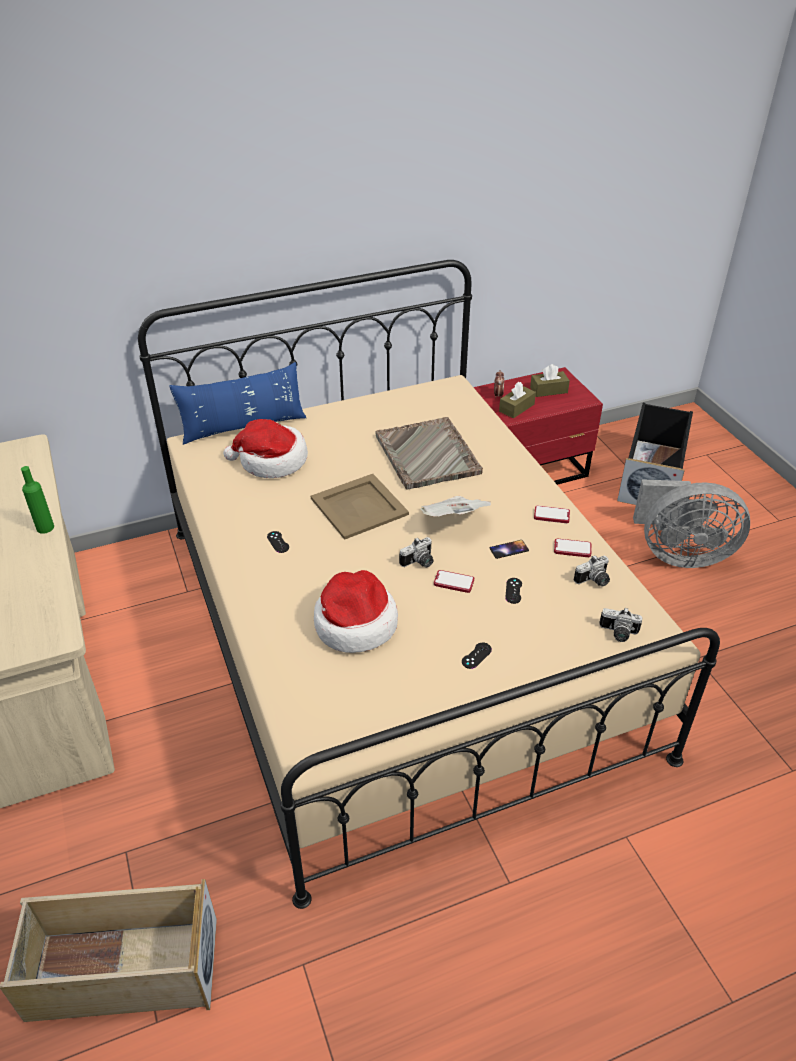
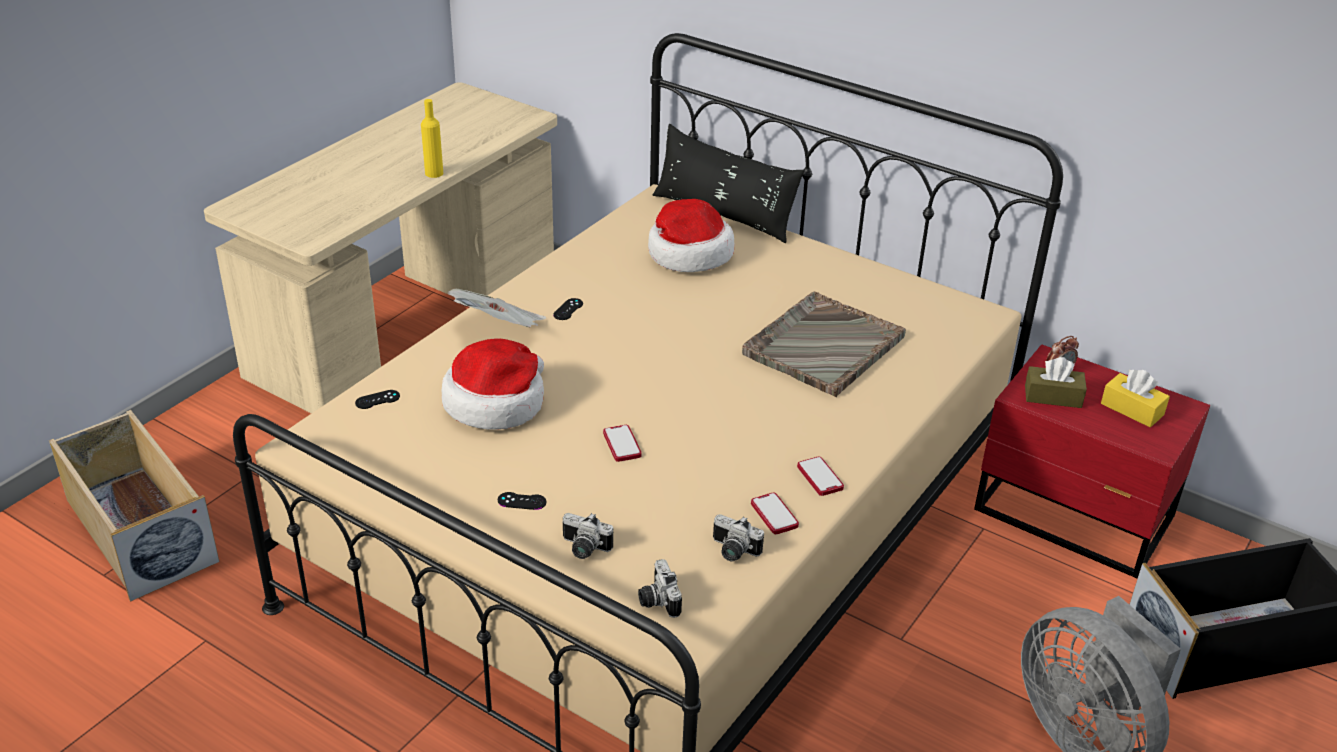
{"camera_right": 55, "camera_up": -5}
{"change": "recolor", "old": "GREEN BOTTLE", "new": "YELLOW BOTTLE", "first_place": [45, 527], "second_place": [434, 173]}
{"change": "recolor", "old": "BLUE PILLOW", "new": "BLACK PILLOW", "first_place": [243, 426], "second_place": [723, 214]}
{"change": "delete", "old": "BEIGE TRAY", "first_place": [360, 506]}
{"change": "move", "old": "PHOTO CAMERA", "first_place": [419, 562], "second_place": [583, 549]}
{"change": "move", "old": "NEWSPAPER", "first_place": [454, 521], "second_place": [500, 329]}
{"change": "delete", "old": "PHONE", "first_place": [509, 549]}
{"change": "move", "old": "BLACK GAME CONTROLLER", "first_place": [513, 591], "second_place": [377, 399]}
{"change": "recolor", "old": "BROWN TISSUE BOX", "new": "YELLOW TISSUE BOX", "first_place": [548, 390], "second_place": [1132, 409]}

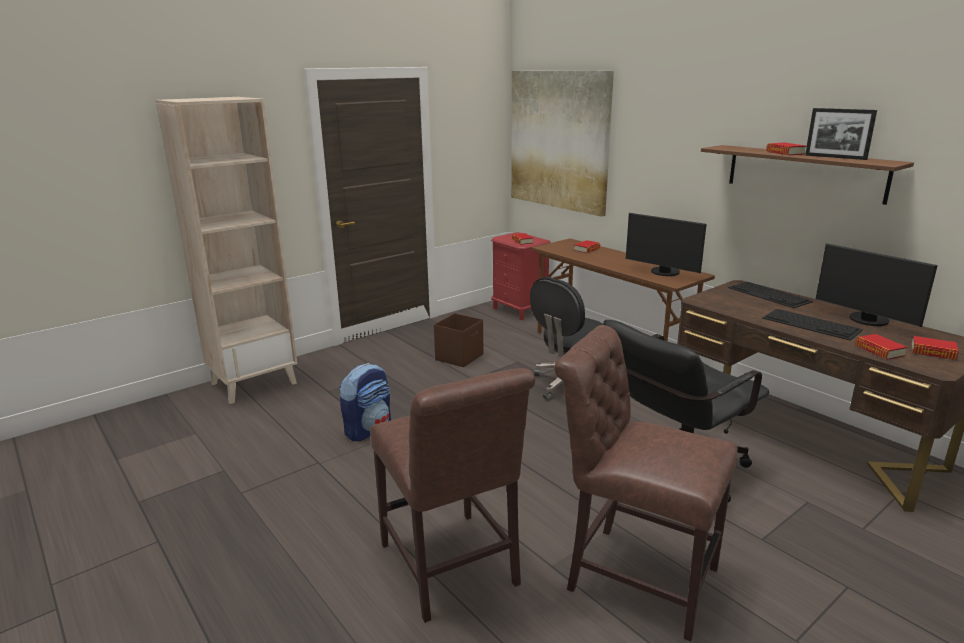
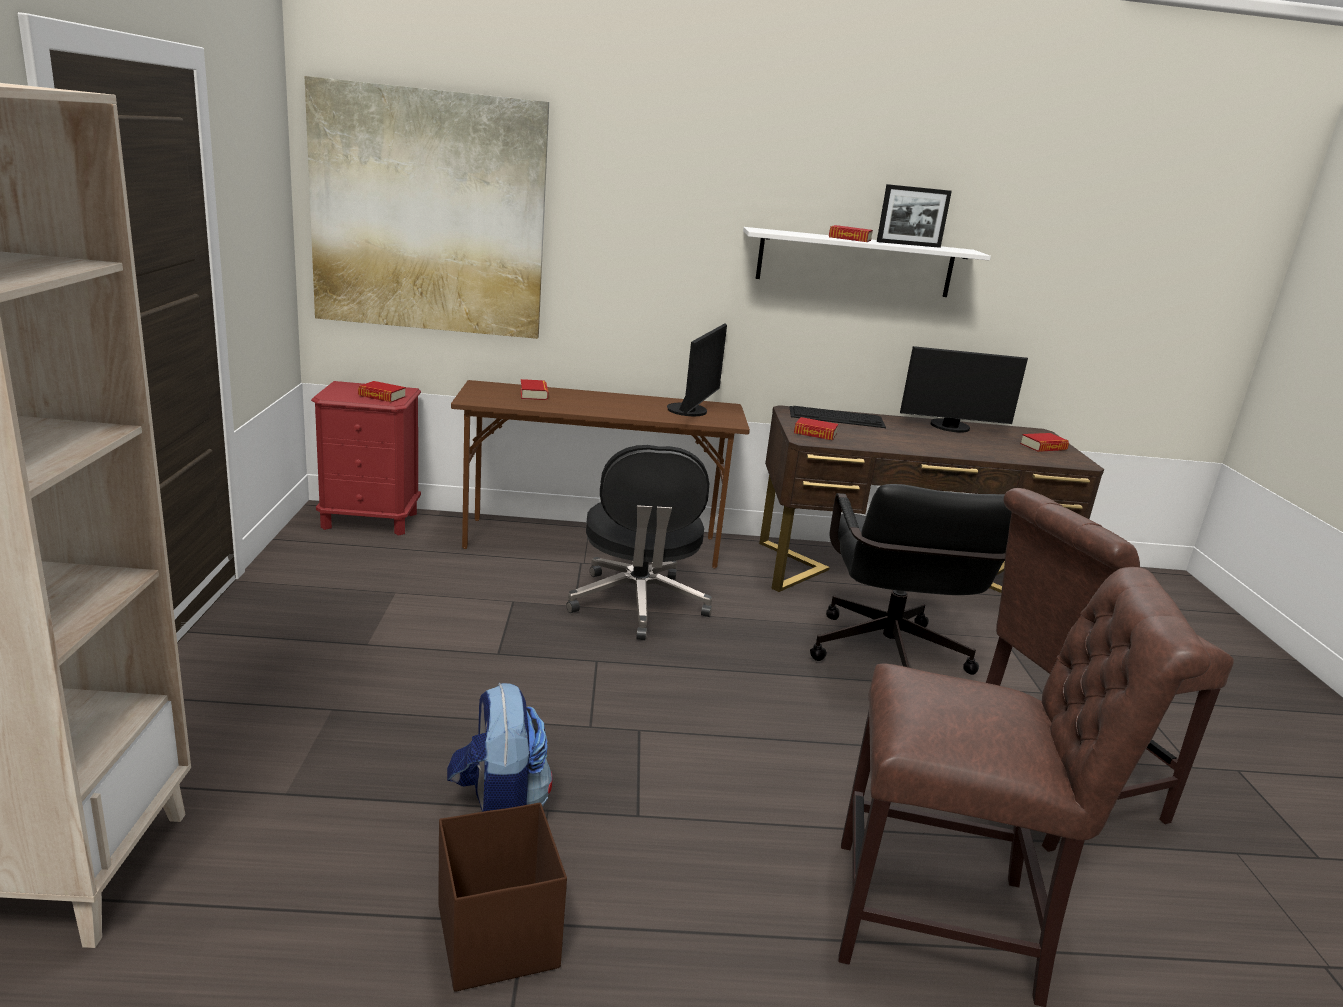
{"camera_right": -55, "camera_up": 0}
{"change": "move", "old": "BROWN STORAGE BOX", "first_place": [460, 357], "second_place": [498, 935]}
{"change": "rotate", "old": "MONITOR", "first_place": [663, 272], "second_place": [691, 411], "degrees": -60}
{"change": "recolor", "old": "BROWN SHELF", "new": "WHITE SHELF", "first_place": [804, 173], "second_place": [855, 263]}
{"change": "delete", "old": "KEYBOARD", "first_place": [812, 324]}
{"change": "move", "old": "BOOK", "first_place": [879, 351], "second_place": [815, 433]}

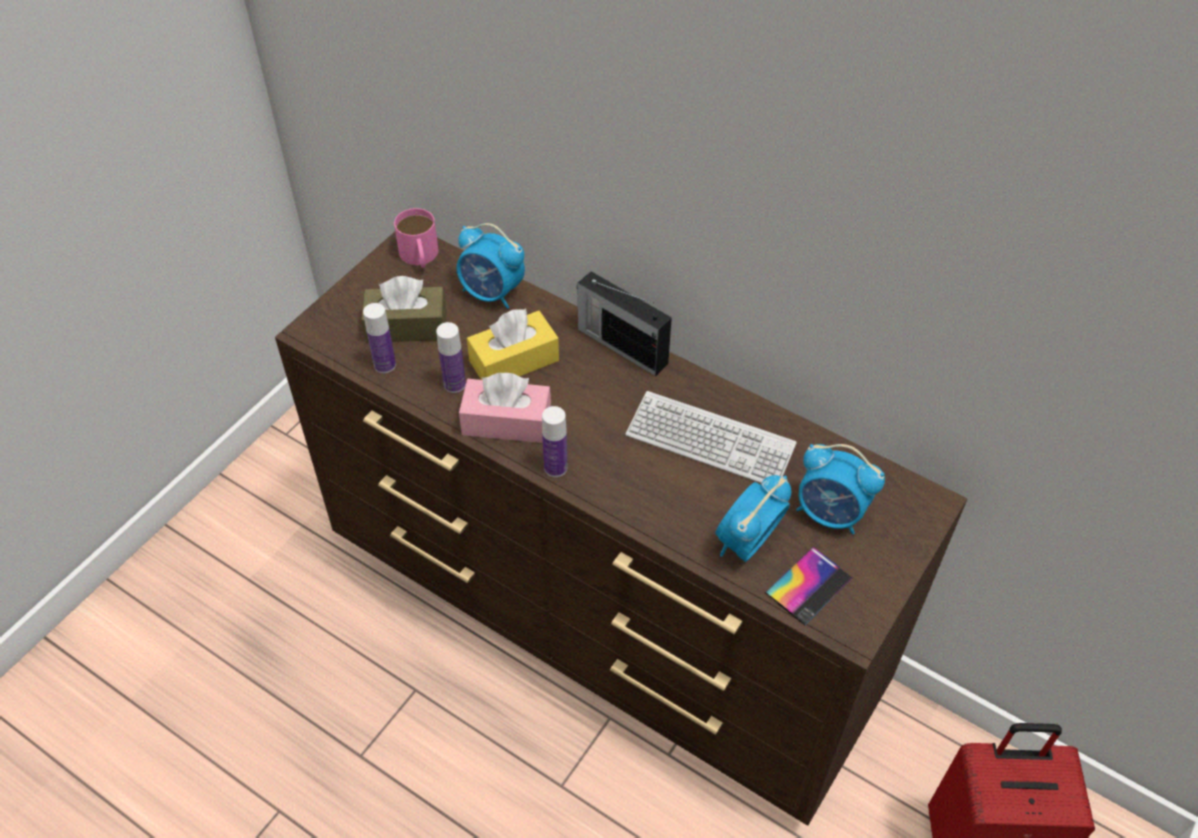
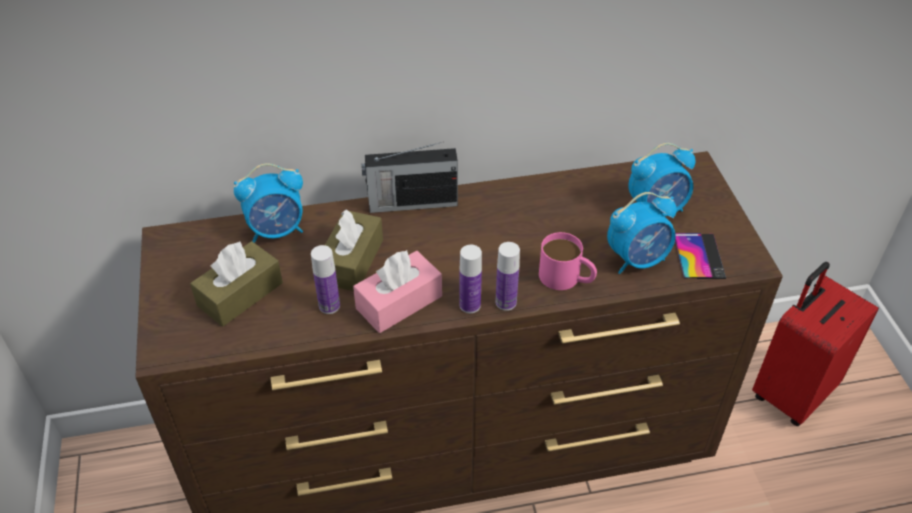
{"camera_right": -45, "camera_up": -5}
{"change": "move", "old": "BOTTLE", "first_place": [385, 365], "second_place": [506, 302]}
{"change": "move", "old": "PINK MUG", "first_place": [420, 257], "second_place": [566, 278]}
{"change": "recolor", "old": "YELLOW TISSUE BOX", "new": "BROWN TISSUE BOX", "first_place": [514, 361], "second_place": [352, 261]}
{"change": "delete", "old": "KEYBOARD", "first_place": [710, 441]}
{"change": "rotate", "old": "ALARM CLOCK", "first_place": [747, 543], "second_place": [637, 259], "degrees": -105}

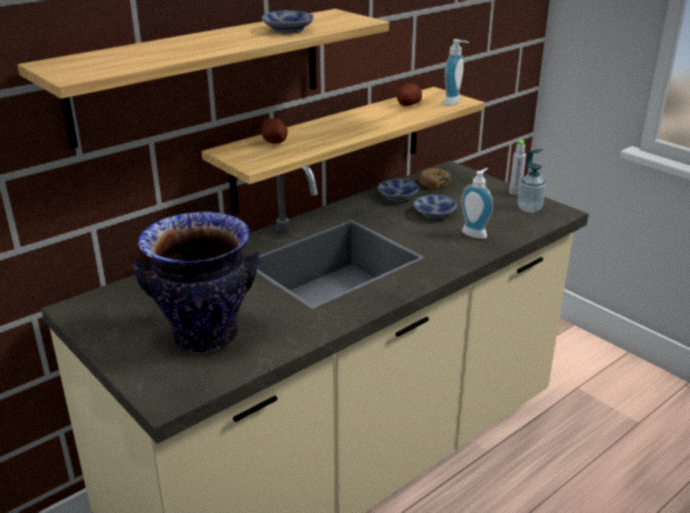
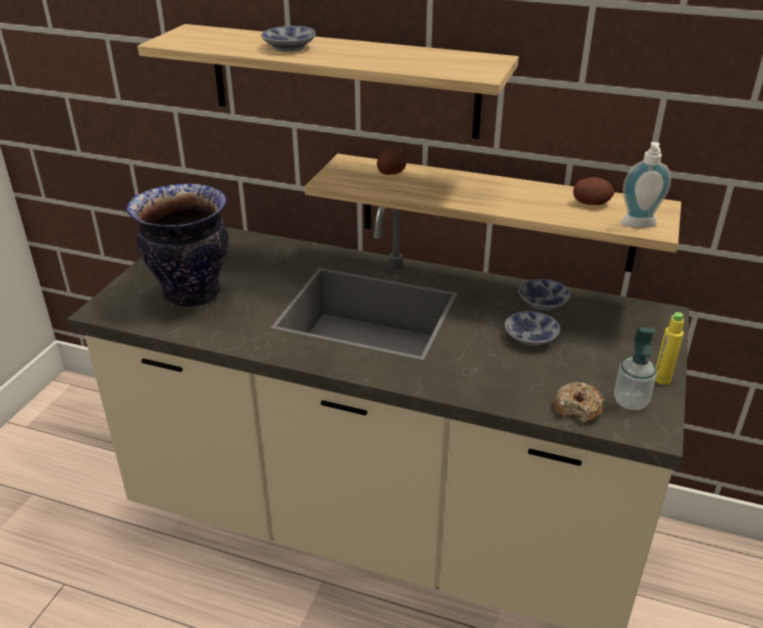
{"camera_right": 60, "camera_up": 5}
{"change": "move", "old": "BOWL", "first_place": [286, 29], "second_place": [289, 46]}
{"change": "move", "old": "DONUT", "first_place": [434, 183], "second_place": [578, 408]}
{"change": "delete", "old": "SOAP DISPENSER", "first_place": [475, 233]}
{"change": "recolor", "old": "GREY BOTTLE", "new": "YELLOW BOTTLE", "first_place": [515, 193], "second_place": [662, 379]}

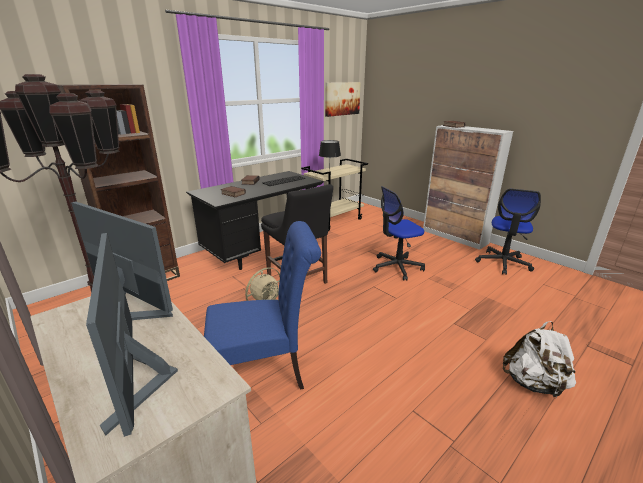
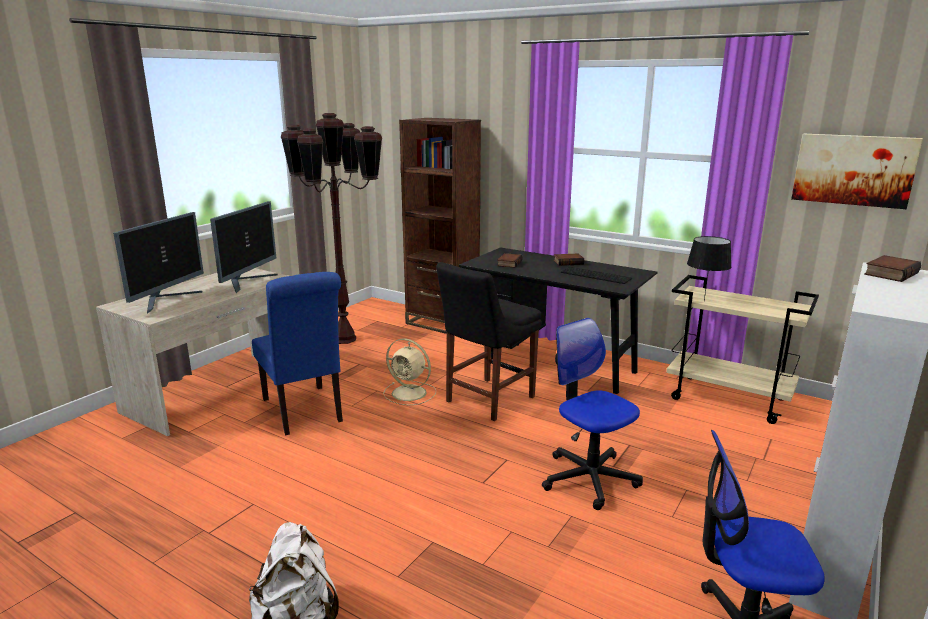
{"camera_right": 75, "camera_up": -5}
{"change": "rotate", "old": "MONITOR", "first_place": [139, 381], "second_place": [166, 300], "degrees": 150}

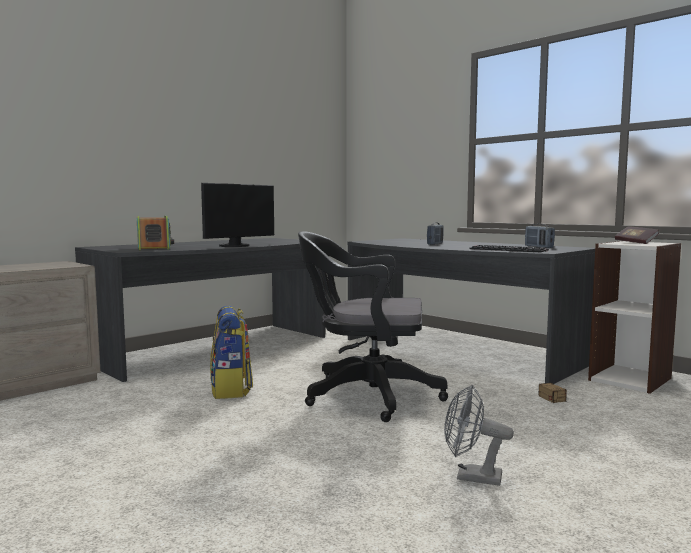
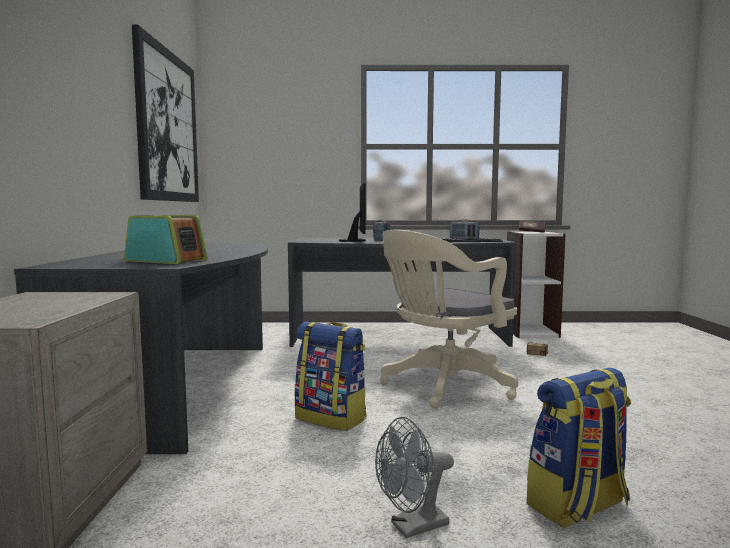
{"camera_right": -45, "camera_up": 0}
{"change": "move", "old": "MONITOR", "first_place": [236, 246], "second_place": [355, 241]}
{"change": "recolor", "old": "BLACK OFFICE CHAIR", "new": "BEIGE OFFICE CHAIR", "first_place": [365, 396], "second_place": [443, 386]}
{"change": "move", "old": "GREY FAN", "first_place": [471, 477], "second_place": [412, 527]}
{"change": "insert", "new": "PICTURE", "second_place": [167, 127]}
{"change": "insert", "new": "BACKPACK", "second_place": [578, 506]}

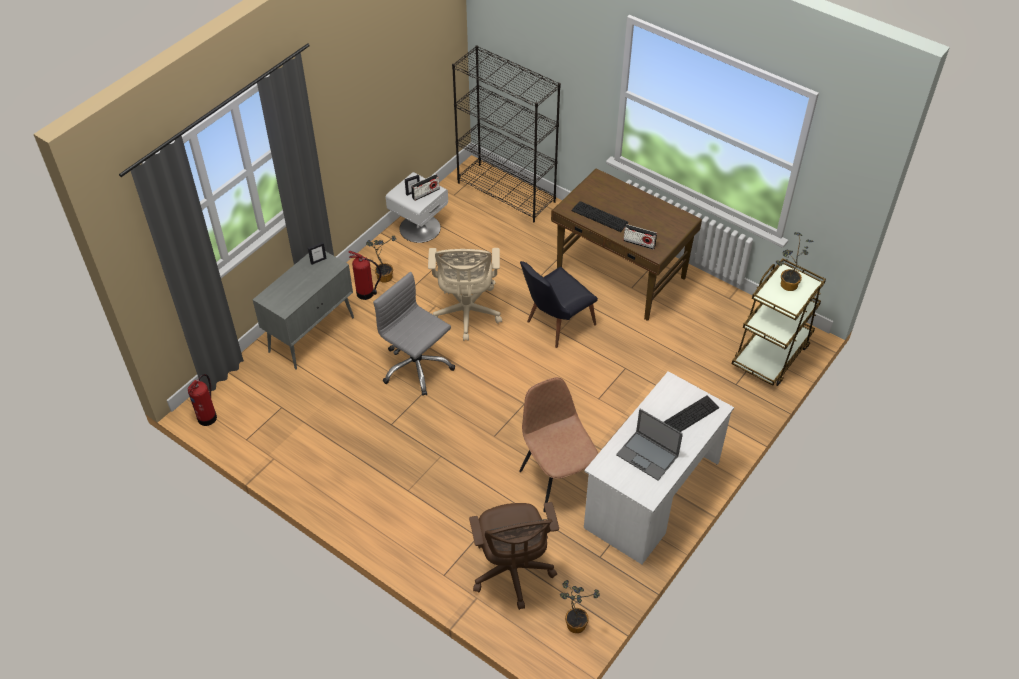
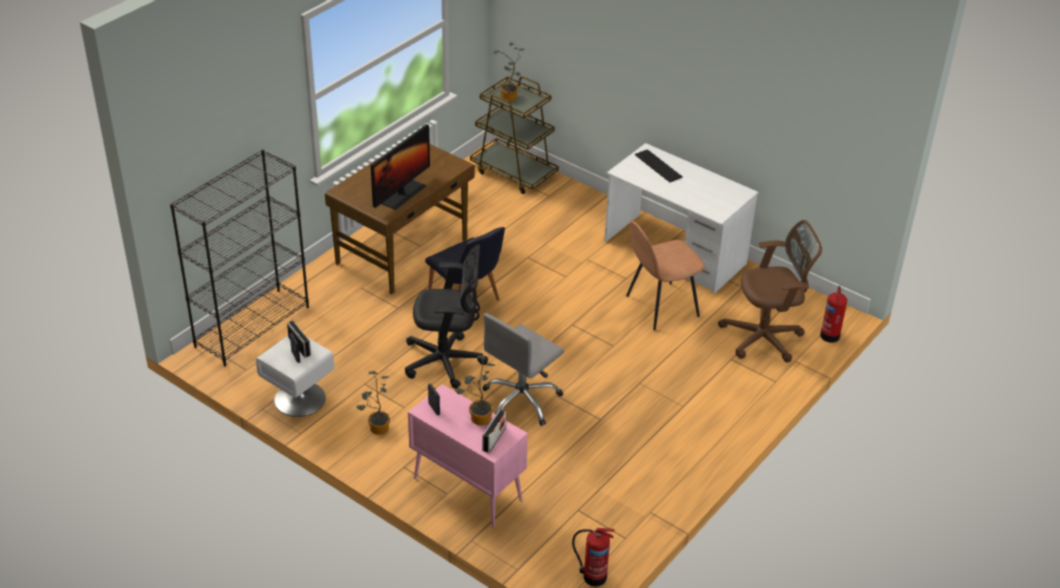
{"camera_right": -90, "camera_up": -10}
{"change": "recolor", "old": "GREY CABINET", "new": "PINK CABINET", "first_place": [312, 334], "second_place": [466, 489]}
{"change": "move", "old": "FIRE EXTINGUISHER", "first_place": [366, 294], "second_place": [830, 335]}
{"change": "recolor", "old": "BEIGE OFFICE CHAIR", "new": "BLACK OFFICE CHAIR", "first_place": [466, 315], "second_place": [447, 362]}
{"change": "move", "old": "POTTED PLANT", "first_place": [575, 621], "second_place": [477, 419]}
{"change": "replace", "old": "KEYBOARD", "new": "MONITOR", "first_place": [599, 216], "second_place": [402, 194]}
{"change": "delete", "old": "LAPTOP", "first_place": [648, 455]}
{"change": "move", "old": "RADIO", "first_place": [639, 243], "second_place": [494, 439]}

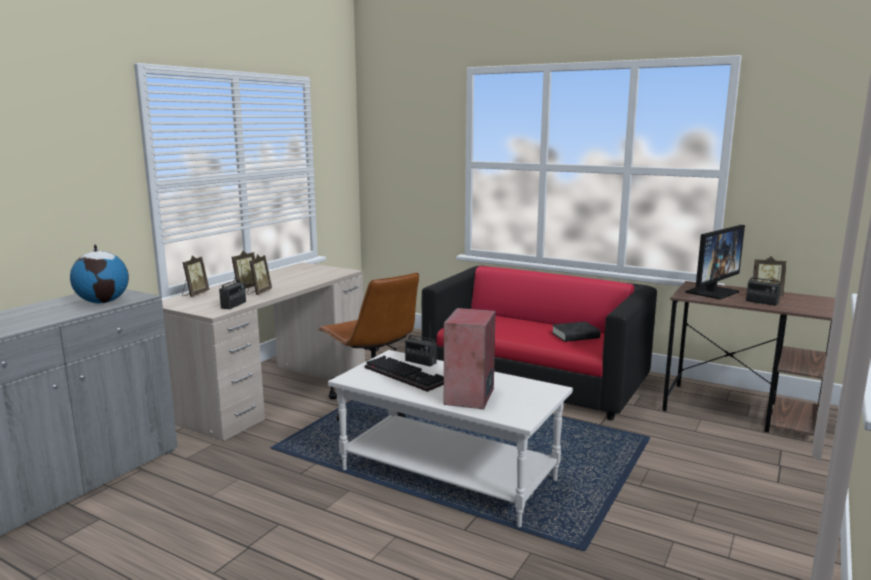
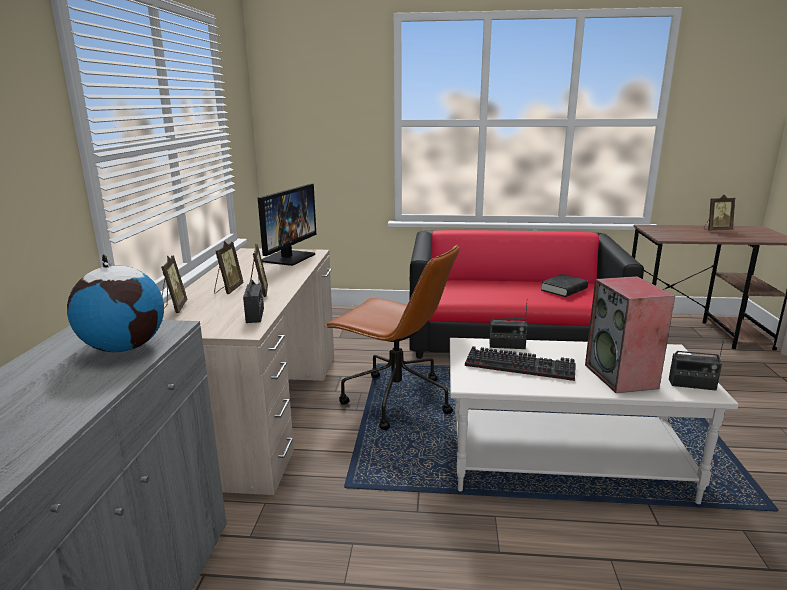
{"camera_right": -25, "camera_up": 5}
{"change": "move", "old": "MONITOR", "first_place": [712, 292], "second_place": [288, 257]}
{"change": "move", "old": "RADIO", "first_place": [761, 302], "second_place": [692, 384]}

